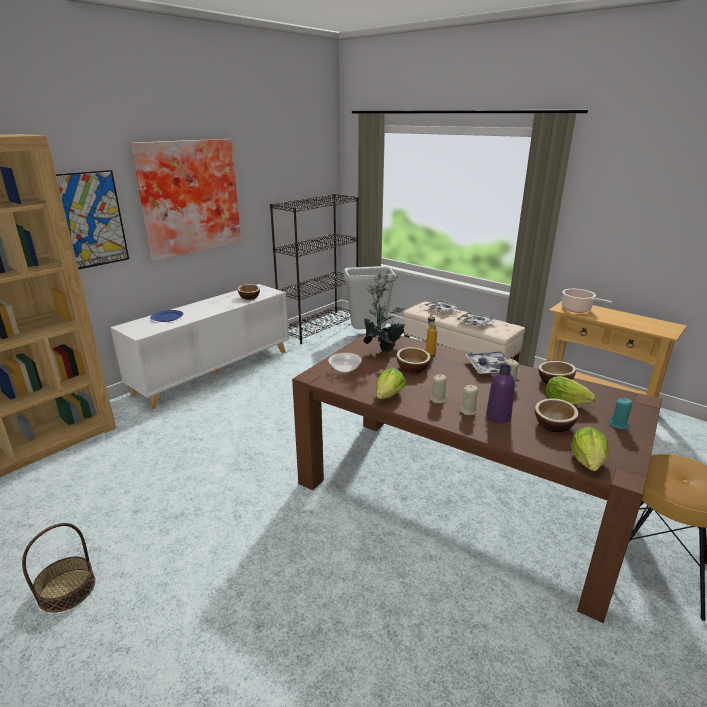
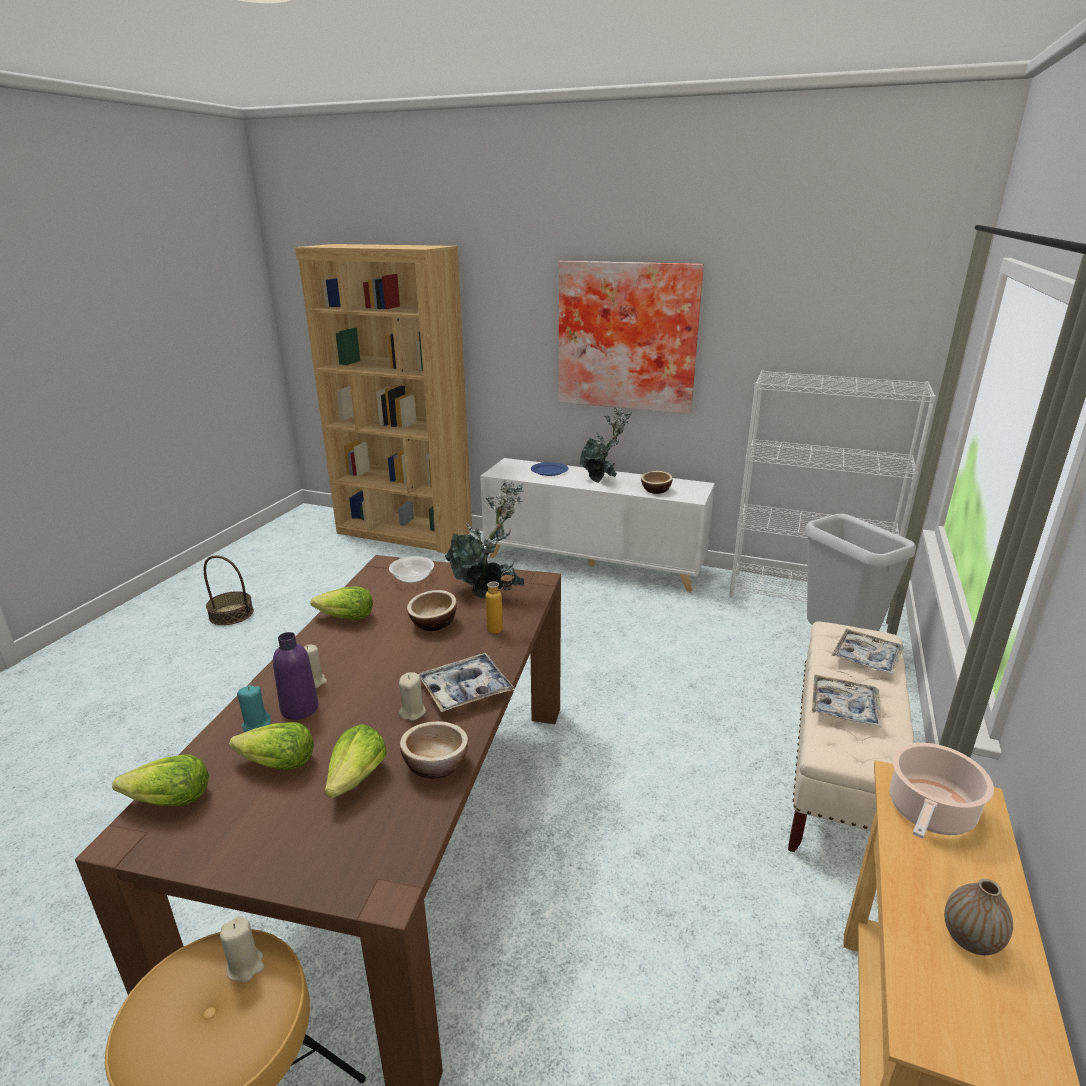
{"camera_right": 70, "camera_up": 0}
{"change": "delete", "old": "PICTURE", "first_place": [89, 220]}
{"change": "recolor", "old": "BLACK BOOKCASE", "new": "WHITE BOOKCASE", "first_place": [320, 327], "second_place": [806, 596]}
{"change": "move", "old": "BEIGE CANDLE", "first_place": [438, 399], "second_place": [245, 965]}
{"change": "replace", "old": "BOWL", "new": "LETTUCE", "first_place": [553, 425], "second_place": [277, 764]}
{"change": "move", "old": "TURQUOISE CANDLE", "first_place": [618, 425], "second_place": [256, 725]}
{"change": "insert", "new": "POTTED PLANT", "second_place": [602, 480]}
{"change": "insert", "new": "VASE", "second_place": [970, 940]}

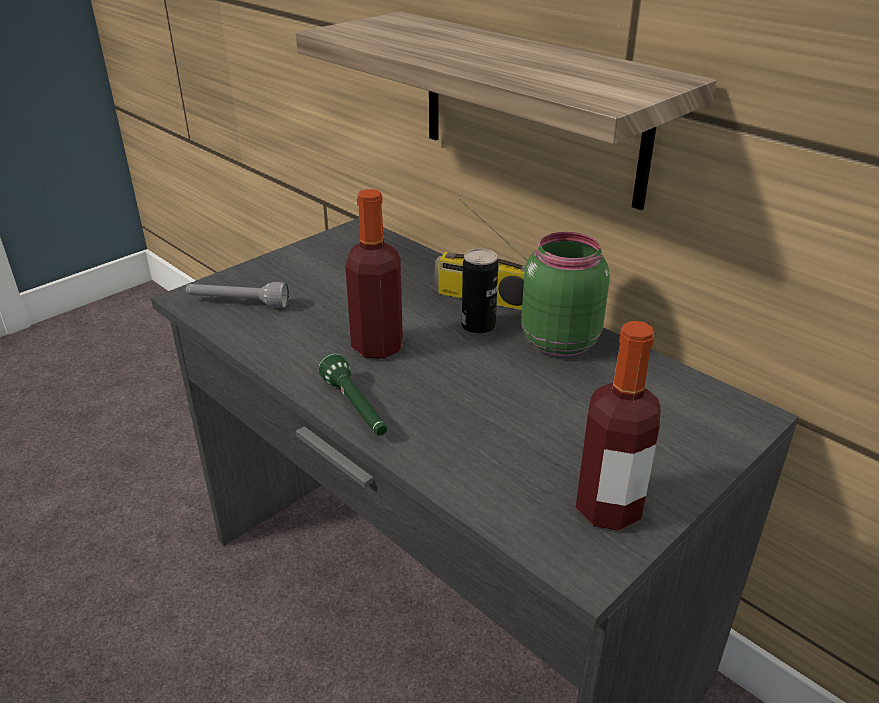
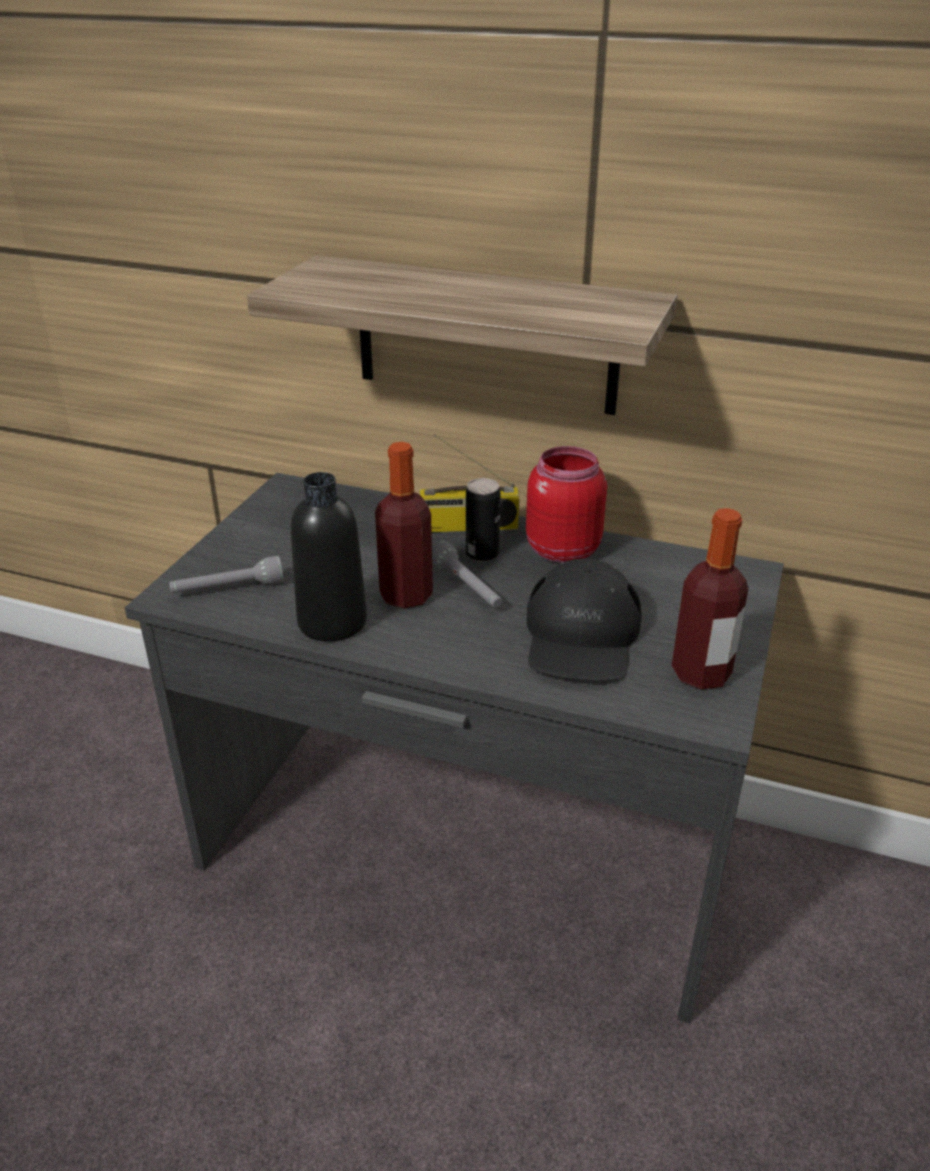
{"camera_right": -25, "camera_up": 0}
{"change": "delete", "old": "GREEN FLASHLIGHT", "first_place": [356, 408]}
{"change": "recolor", "old": "GREEN JAR", "new": "RED JAR", "first_place": [557, 341], "second_place": [560, 549]}
{"change": "insert", "new": "BLACK BOTTLE", "second_place": [332, 622]}
{"change": "insert", "new": "GREY FLASHLIGHT", "second_place": [467, 588]}
{"change": "insert", "new": "BLACK CAP", "second_place": [581, 636]}

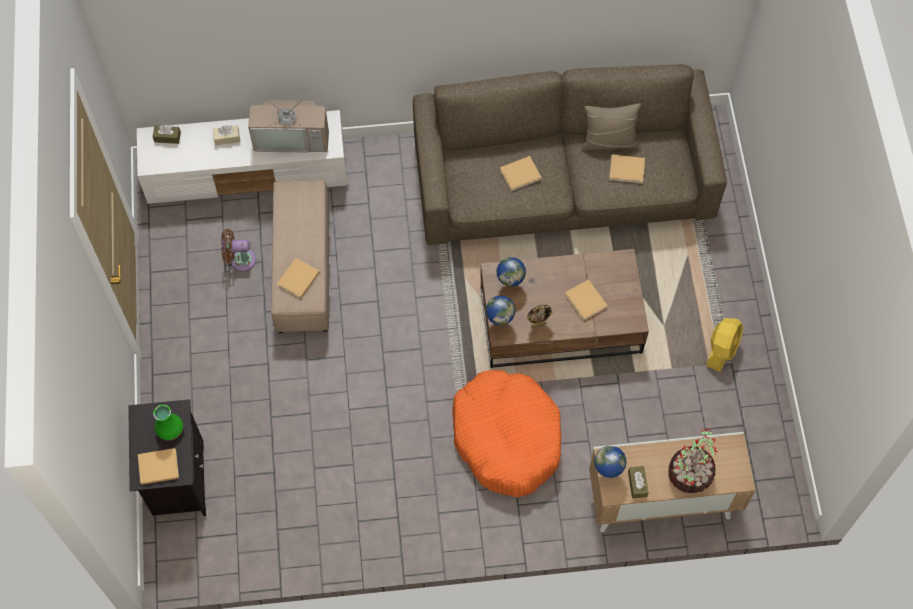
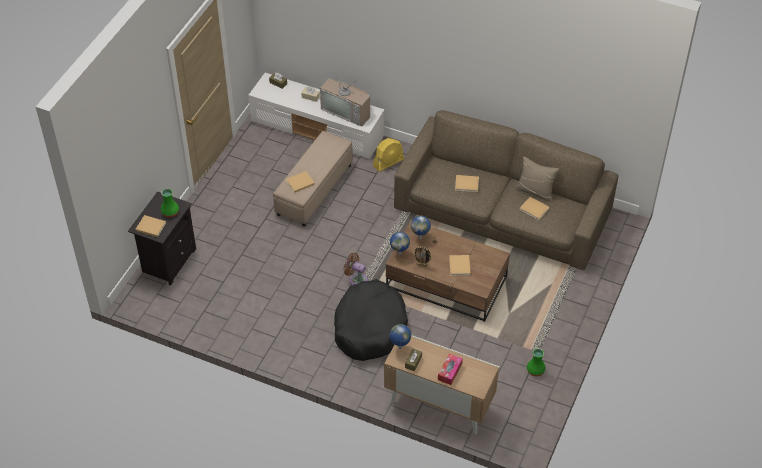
{"camera_right": 30, "camera_up": -15}
{"change": "move", "old": "BROWN FAN", "first_place": [240, 260], "second_place": [356, 279]}
{"change": "recolor", "old": "ORANGE DOG BED", "new": "BLACK DOG BED", "first_place": [506, 437], "second_place": [369, 327]}
{"change": "replace", "old": "POTTED PLANT", "new": "TISSUE BOX", "first_place": [690, 473], "second_place": [449, 372]}
{"change": "move", "old": "YELLOW FAN", "first_place": [722, 349], "second_place": [388, 162]}
{"change": "insert", "new": "GREEN VASE", "second_place": [535, 370]}

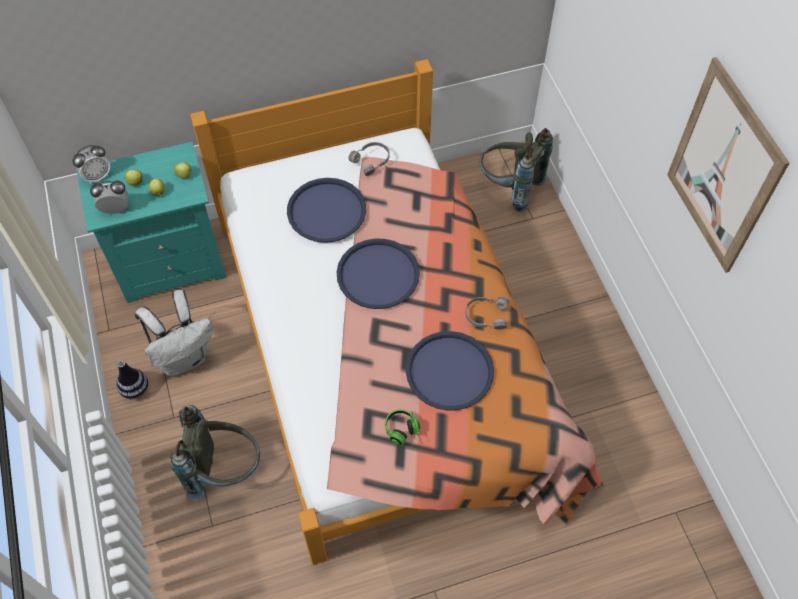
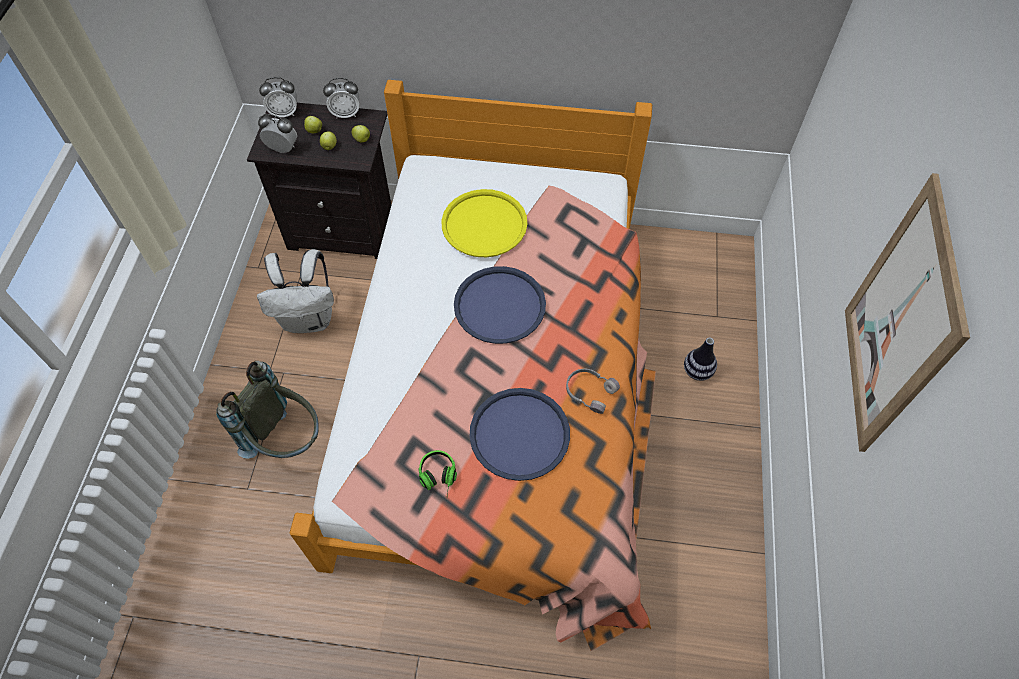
{"camera_right": 25, "camera_up": 0}
{"change": "recolor", "old": "TURQUOISE NIGHTSTAND", "new": "BLACK NIGHTSTAND", "first_place": [172, 263], "second_place": [345, 228]}
{"change": "move", "old": "VASE", "first_place": [135, 389], "second_place": [697, 371]}
{"change": "recolor", "old": "BLUE TRAY", "new": "YELLOW TRAY", "first_place": [326, 211], "second_place": [484, 224]}
{"change": "delete", "old": "GREY HEADPHONES", "first_place": [371, 161]}
{"change": "delete", "old": "GREY BACKPACK", "first_place": [509, 188]}
{"change": "insert", "new": "ALARM CLOCK", "second_place": [346, 114]}

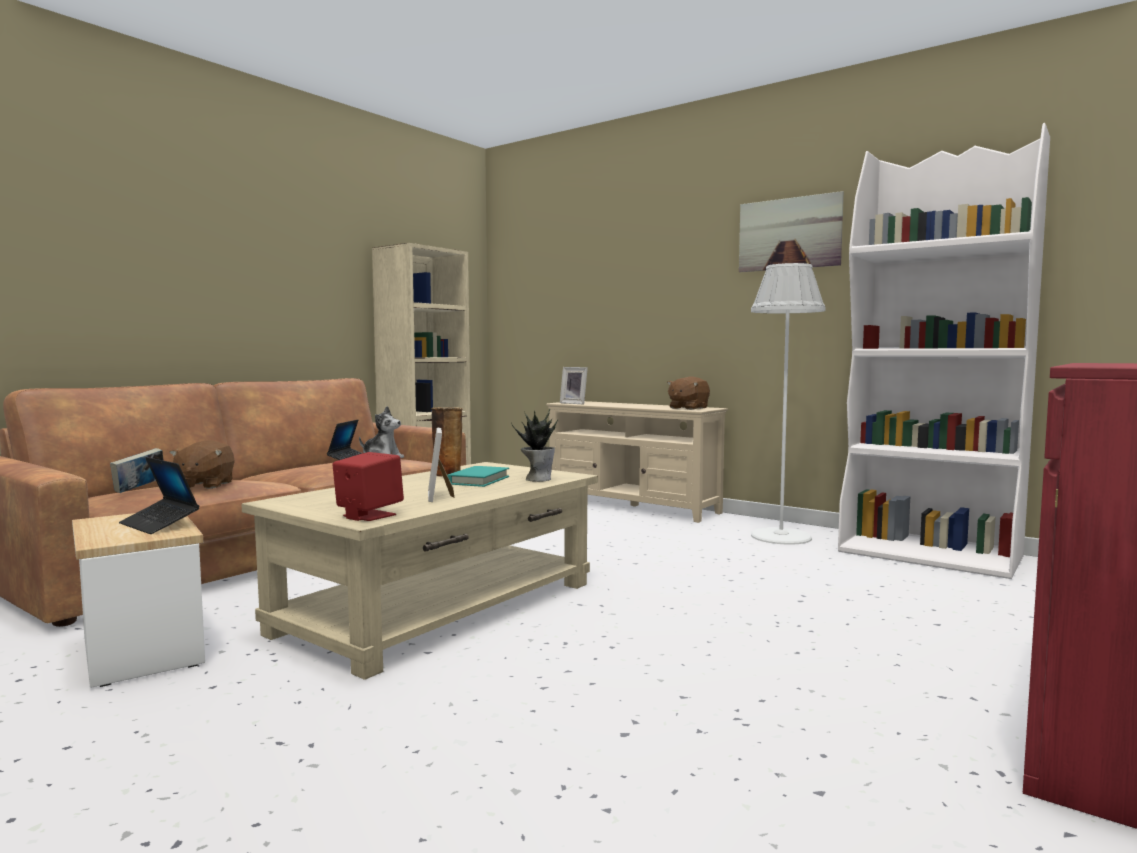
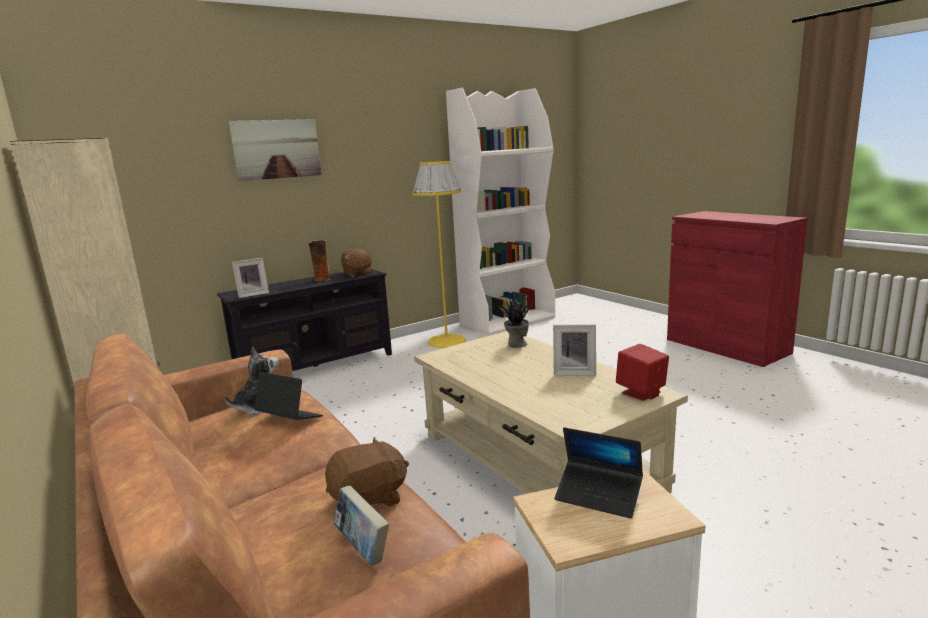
{"camera_right": -70, "camera_up": 10}
{"change": "rotate", "old": "LAPTOP", "first_place": [159, 524], "second_place": [598, 495], "degrees": 60}
{"change": "rotate", "old": "BROWN PLUSH TOY", "first_place": [204, 485], "second_place": [369, 499], "degrees": -45}
{"change": "move", "old": "VASE", "first_place": [447, 475], "second_place": [322, 279]}
{"change": "delete", "old": "TURQUOISE BOOK", "first_place": [478, 480]}
{"change": "recolor", "old": "BEIGE TV STAND", "new": "BLACK TV STAND", "first_place": [632, 506], "second_place": [316, 367]}
{"change": "move", "old": "PICTURE", "first_place": [789, 233], "second_place": [277, 149]}
{"change": "recolor", "old": "WHITE FLOOR LAMP", "new": "YELLOW FLOOR LAMP", "first_place": [781, 536], "second_place": [446, 341]}

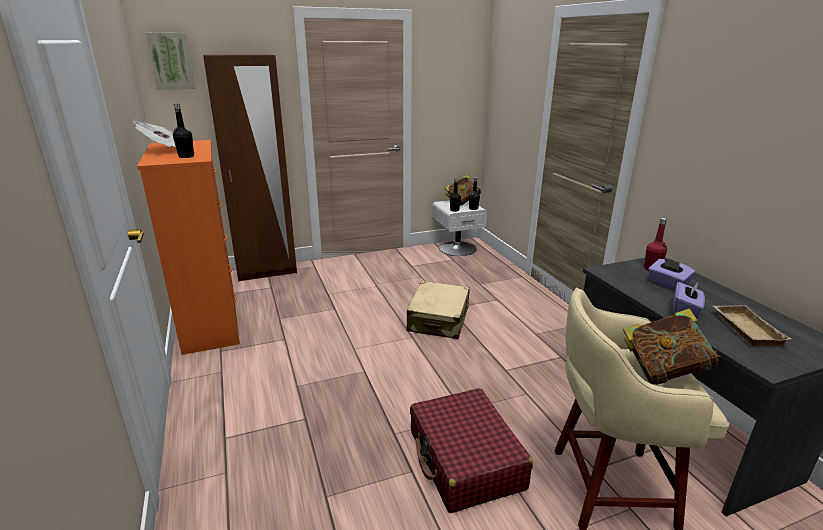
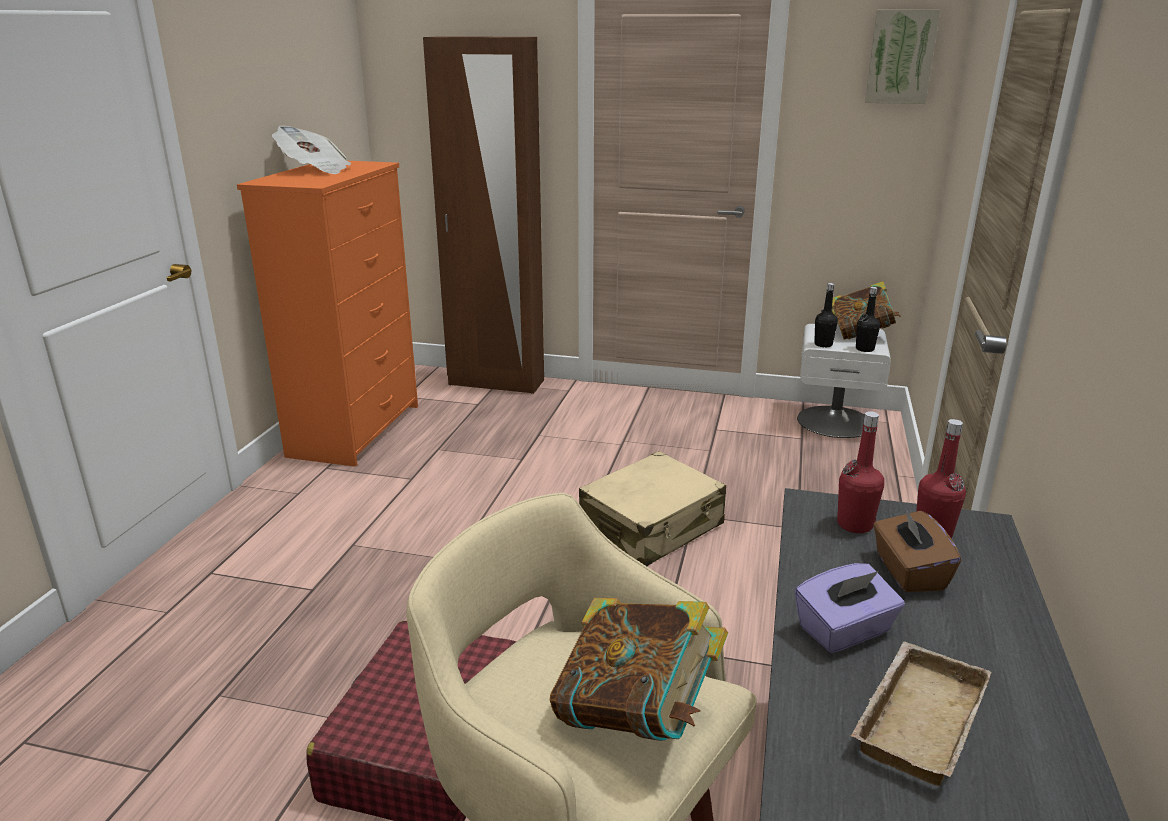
{"camera_right": 35, "camera_up": 0}
{"change": "move", "old": "PICTURE", "first_place": [171, 61], "second_place": [901, 57]}
{"change": "delete", "old": "BLACK BOTTLE", "first_place": [186, 156]}
{"change": "recolor", "old": "PURPLE TISSUE BOX", "new": "BROWN TISSUE BOX", "first_place": [667, 284], "second_place": [908, 572]}
{"change": "insert", "new": "RED BOTTLE", "second_place": [854, 525]}

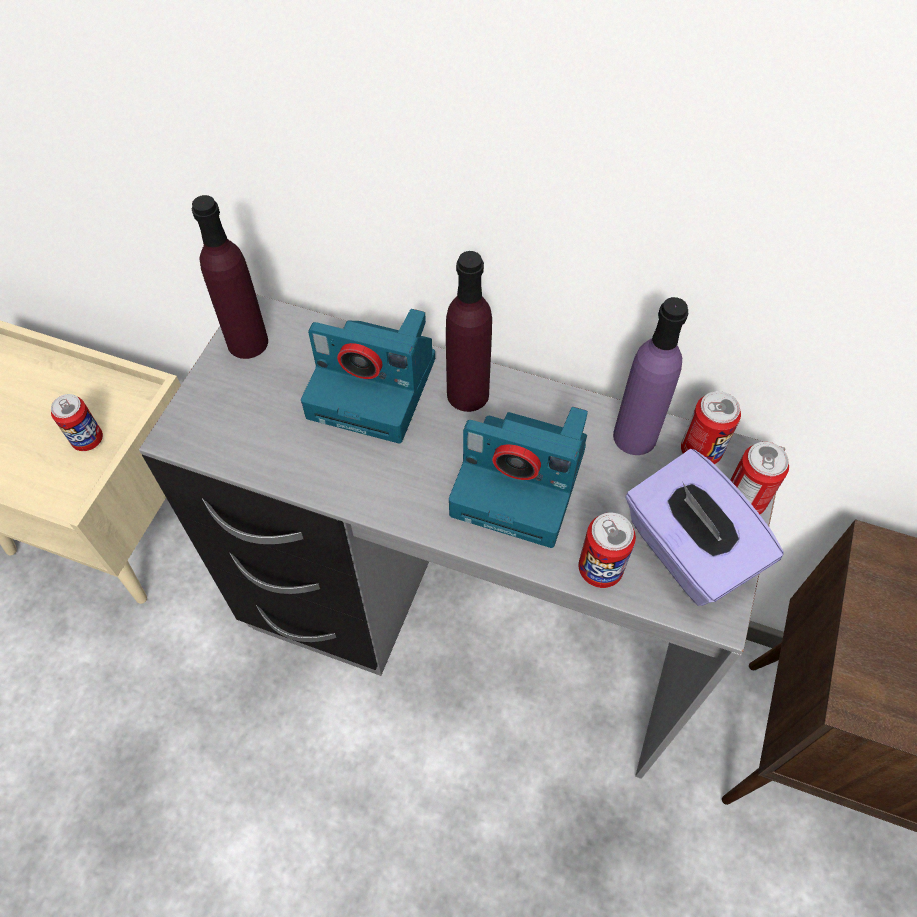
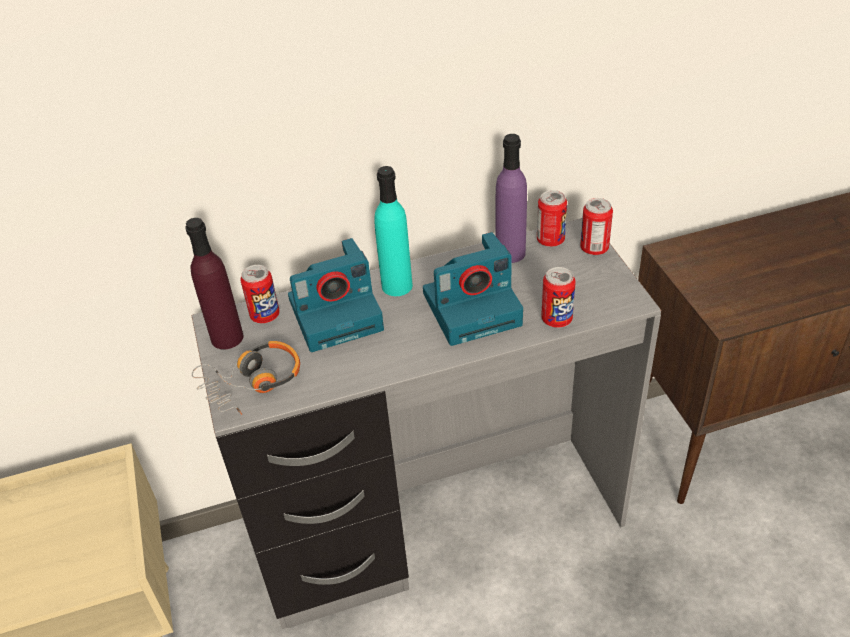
{"camera_right": -35, "camera_up": -15}
{"change": "move", "old": "CAN", "first_place": [88, 440], "second_place": [265, 315]}
{"change": "recolor", "old": "PURPLE BOTTLE", "new": "TURQUOISE BOTTLE", "first_place": [467, 394], "second_place": [397, 285]}
{"change": "delete", "old": "PURPLE TISSUE BOX", "first_place": [687, 551]}
{"change": "insert", "new": "HEADPHONES", "second_place": [252, 383]}

